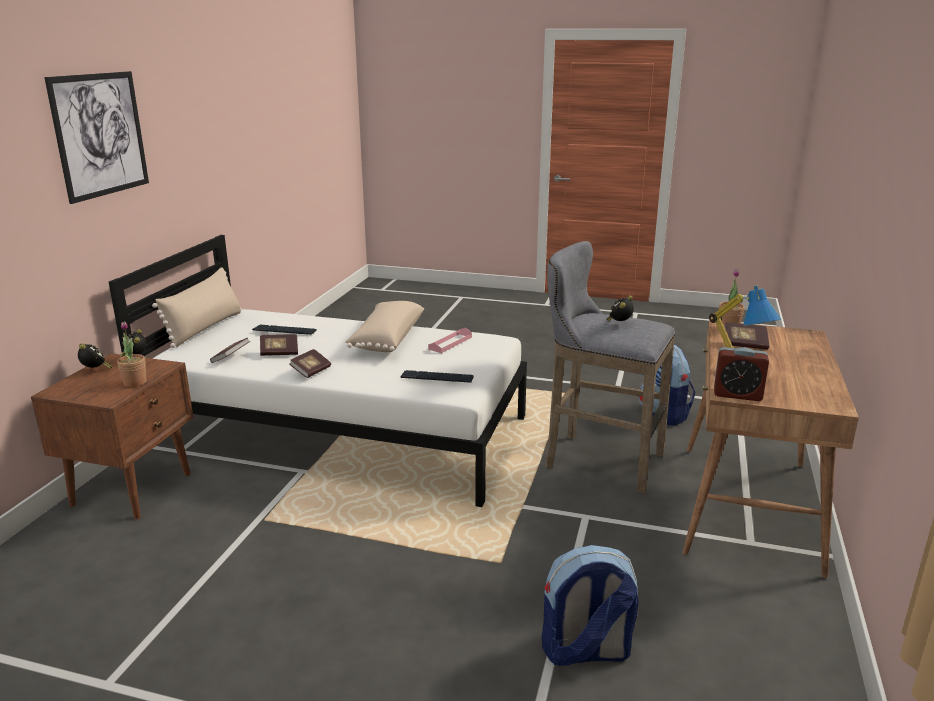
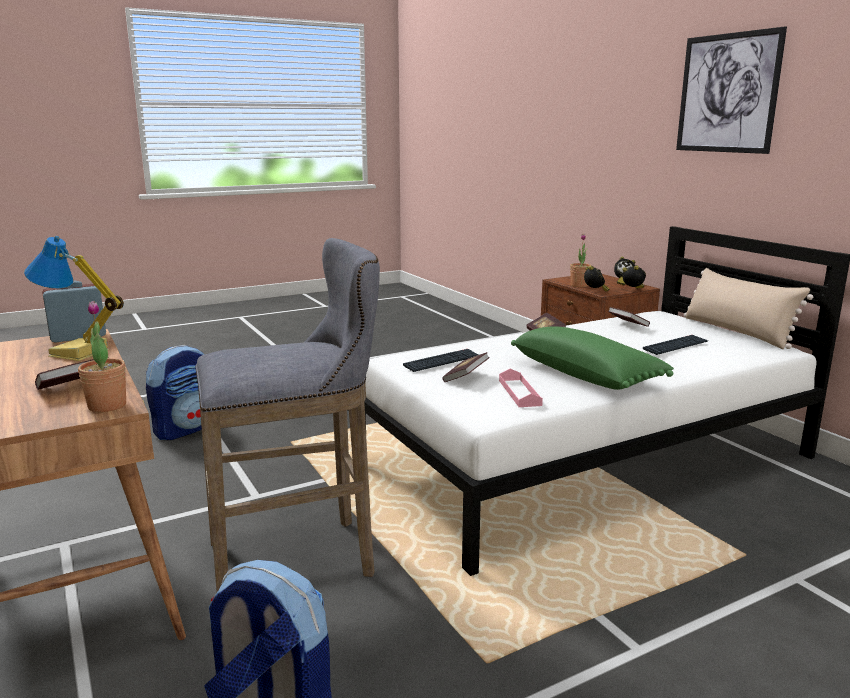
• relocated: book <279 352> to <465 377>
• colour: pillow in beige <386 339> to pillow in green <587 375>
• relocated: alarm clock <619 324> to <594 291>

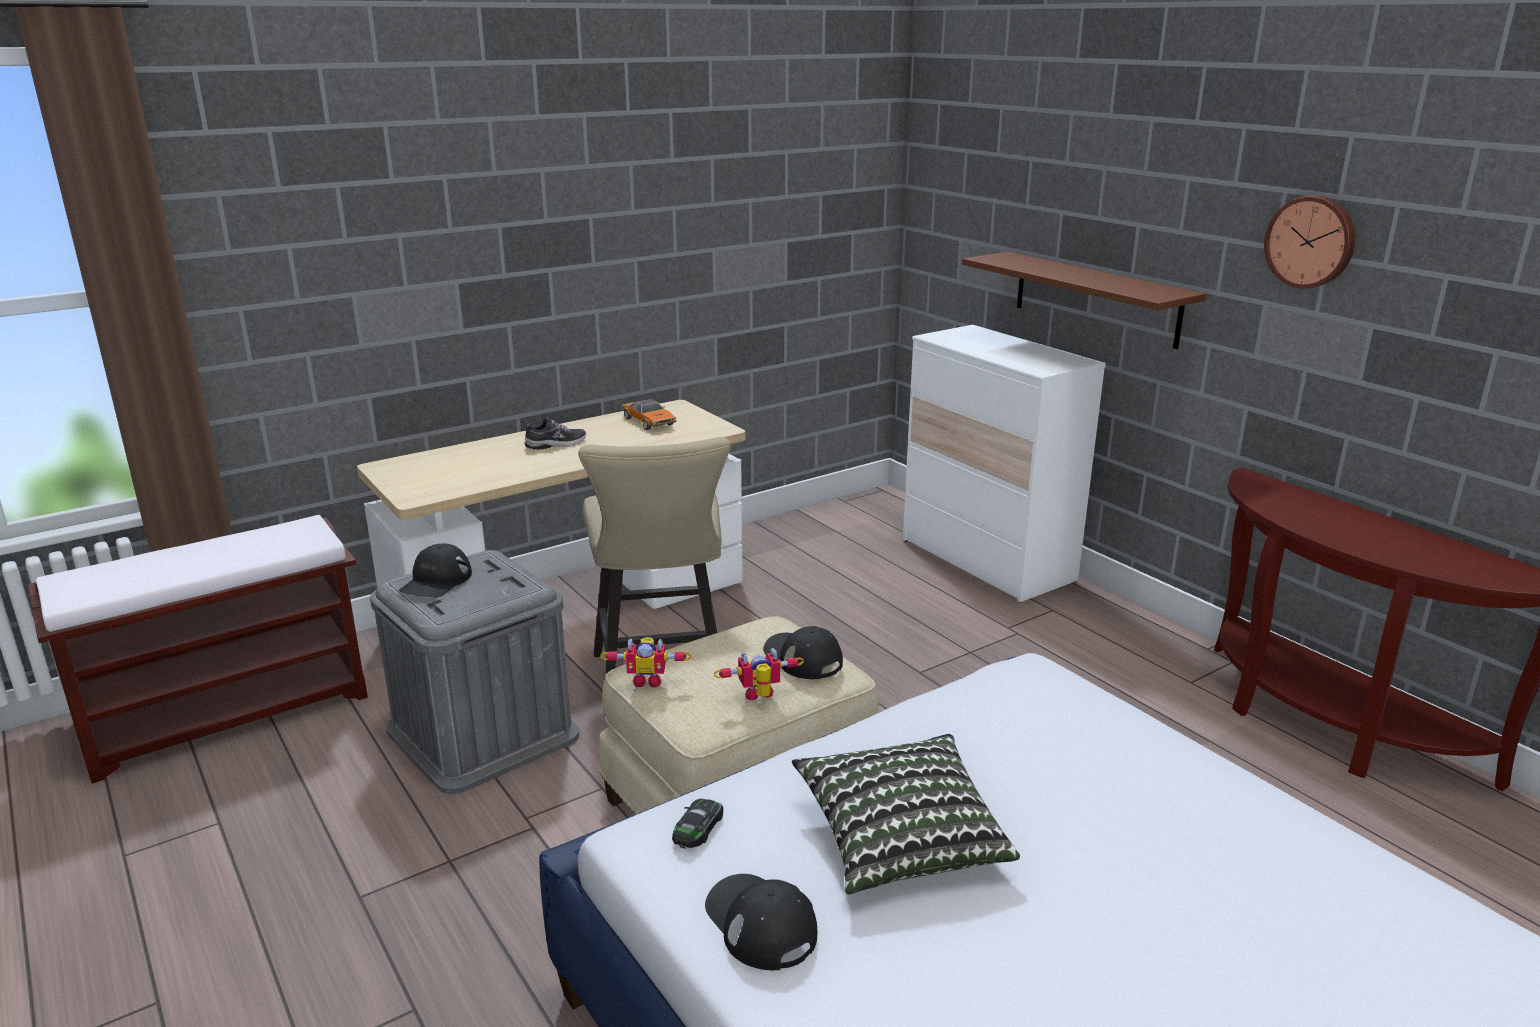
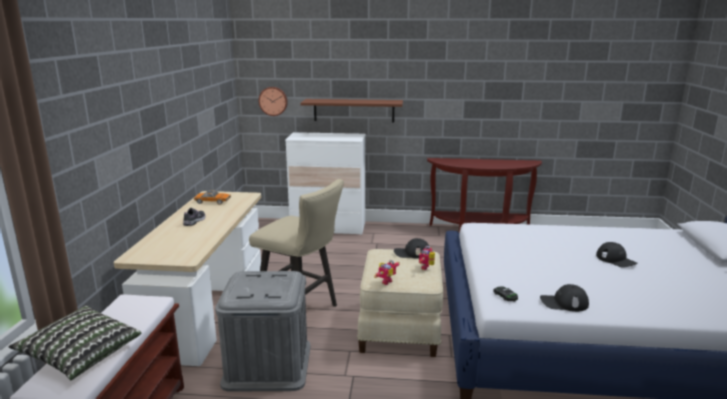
• relocated: cap in black <436 581> to <616 260>
• relocated: pillow <900 838> to <81 355>
• relocated: wall clock <1311 241> to <273 101>

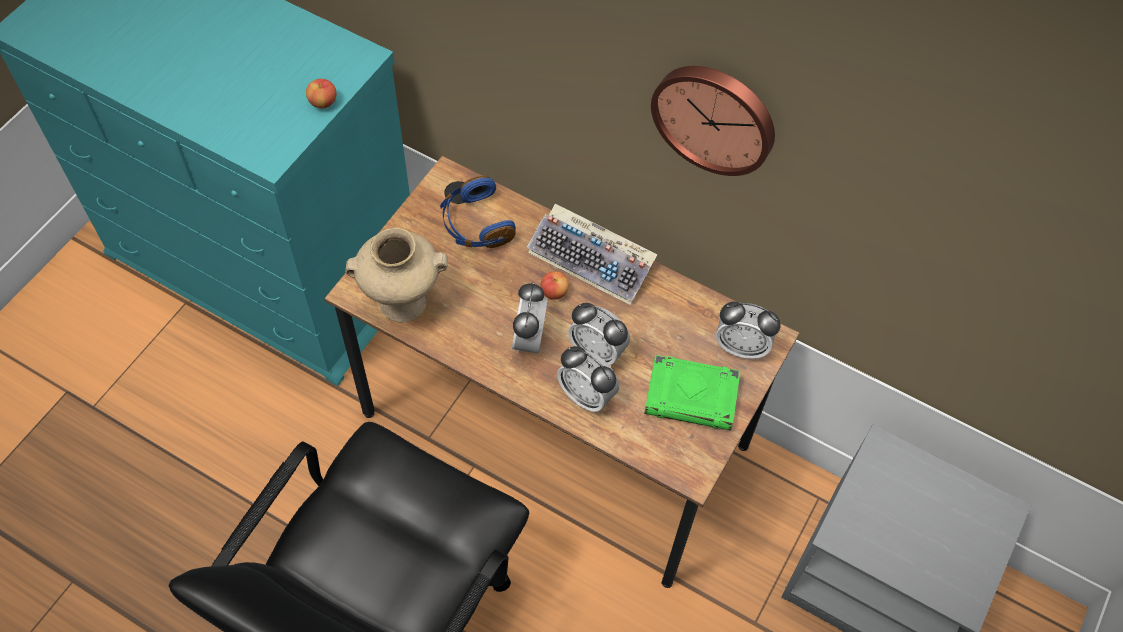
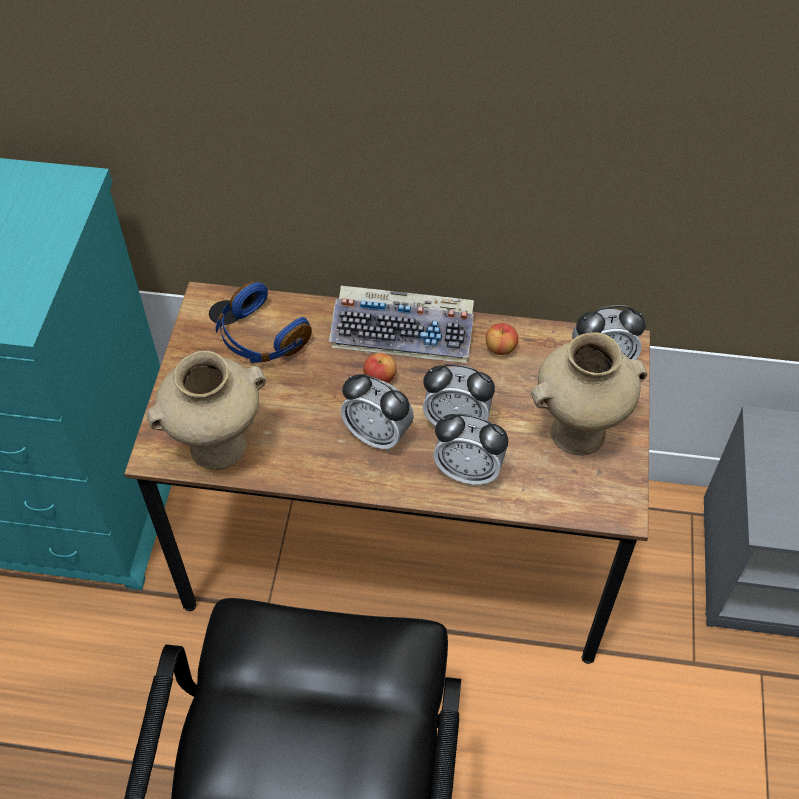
• relocated: apple <323 102> to <500 348>
• spun: alarm clock <529 339> = <377 435> 45 degrees counterclockwise
• exchanged: book in green <692 396> to vase in beige <578 431>
• missing: wall clock <715 117>

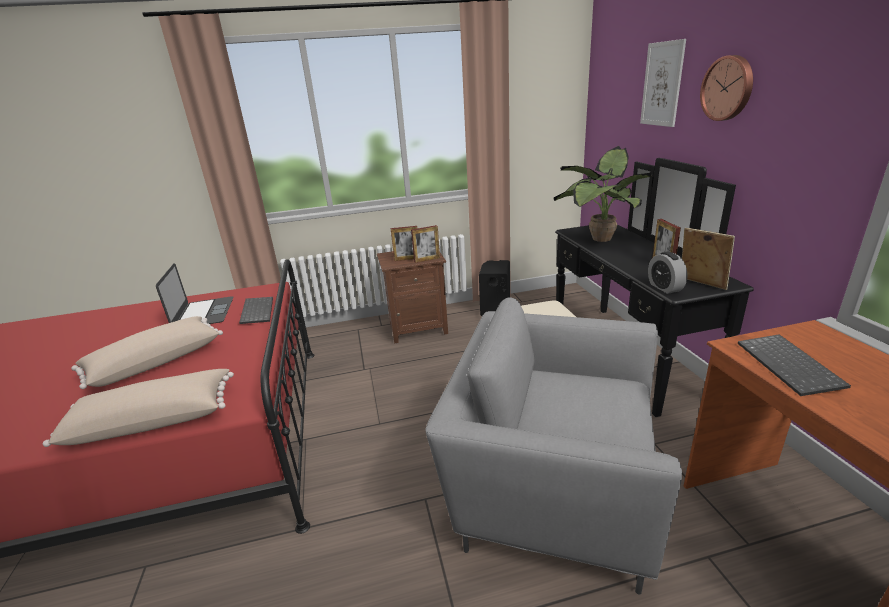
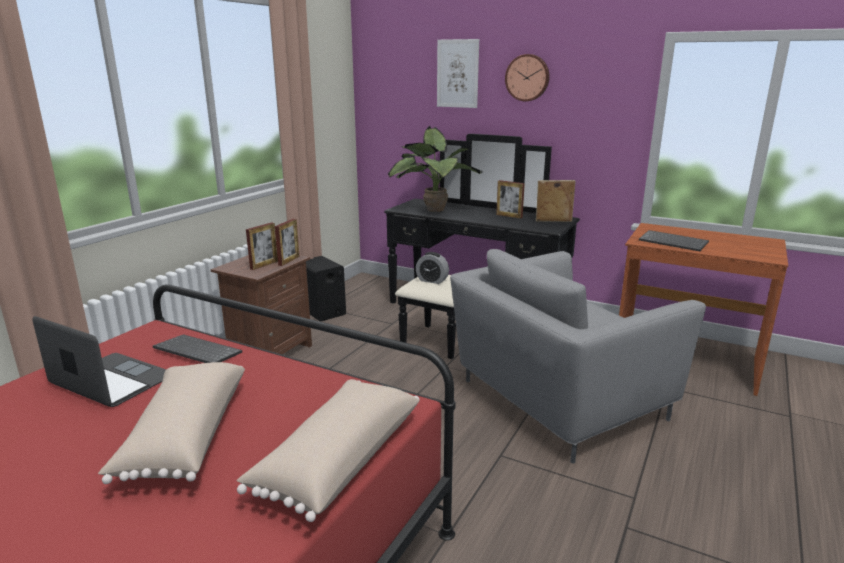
• relocated: alarm clock <664 287> to <432 280>

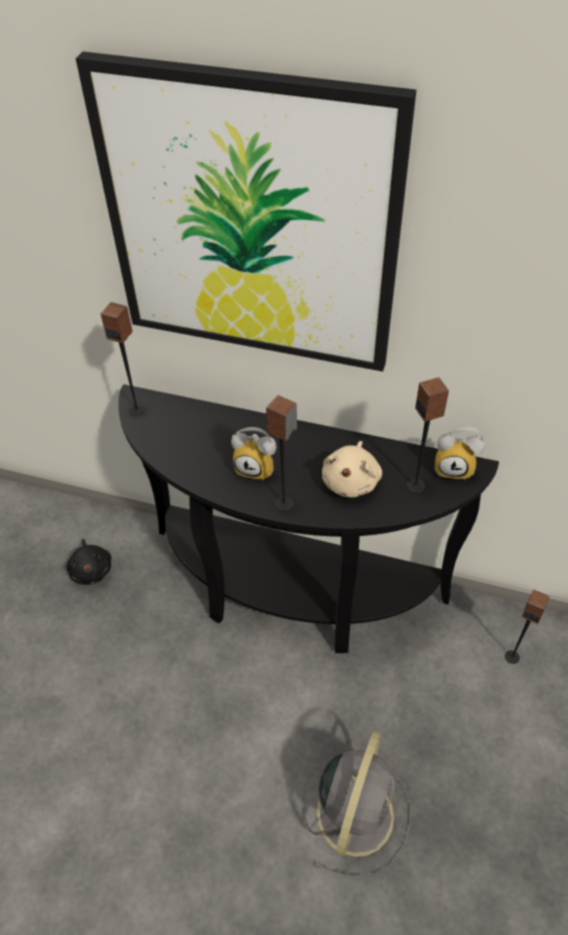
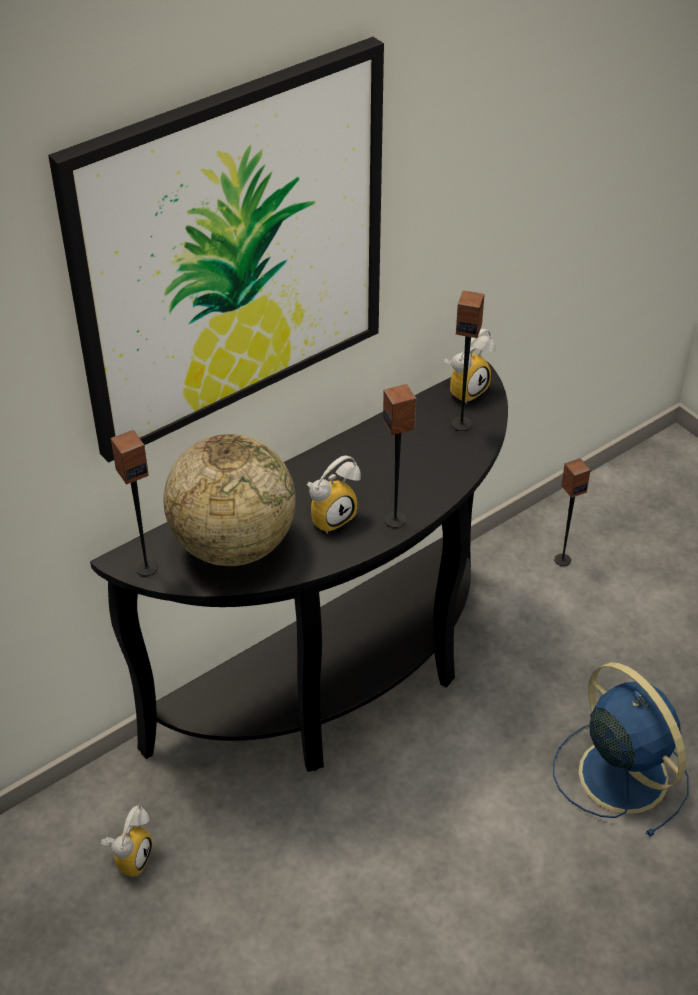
• exchanged: plush toy in black <92 569> to alarm clock <129 856>
• colour: fan in grey <356 811> to fan in blue <620 772>
• missing: plush toy in beige <351 481>
• appeared: globe <233 545>

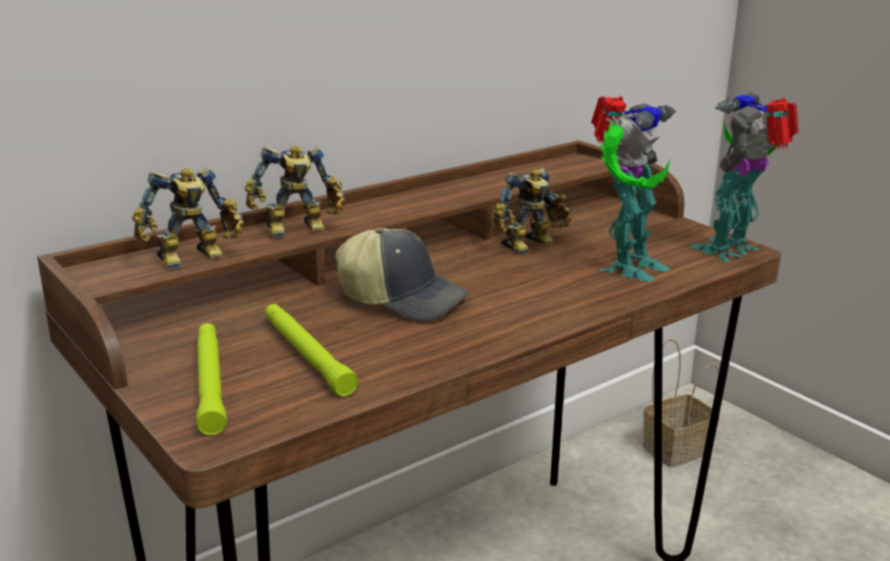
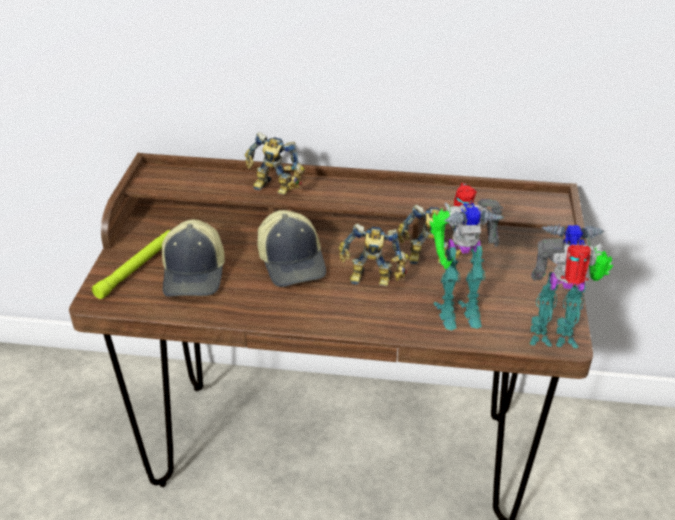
• relocated: toy robot <194 258> to <372 280>
• exchanged: flashlight in green <305 354> to cap <195 273>
• missing: basket <675 450>

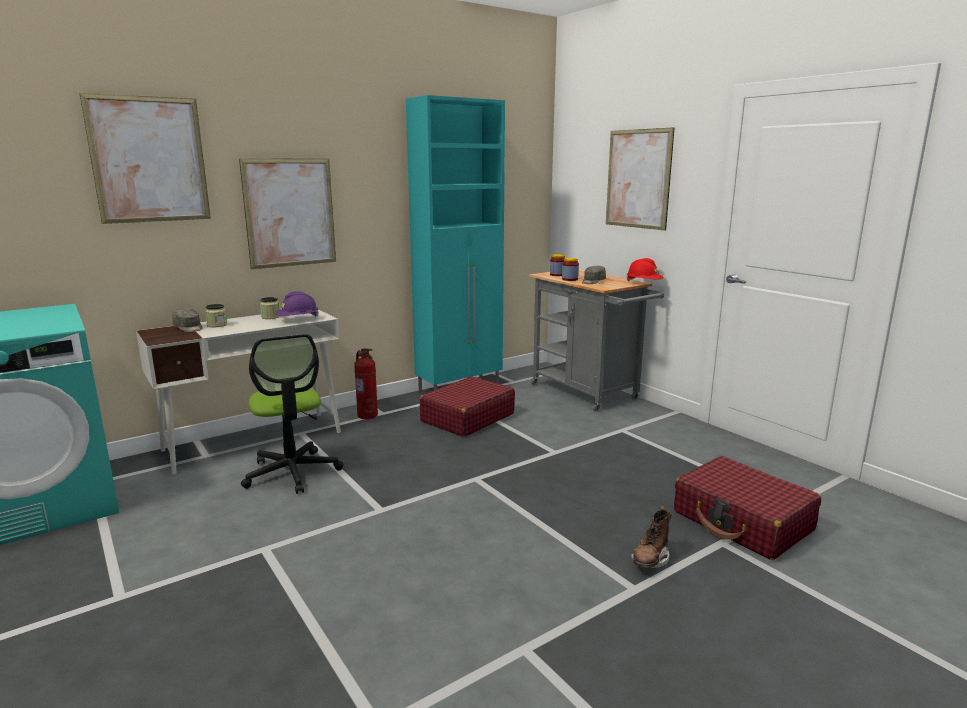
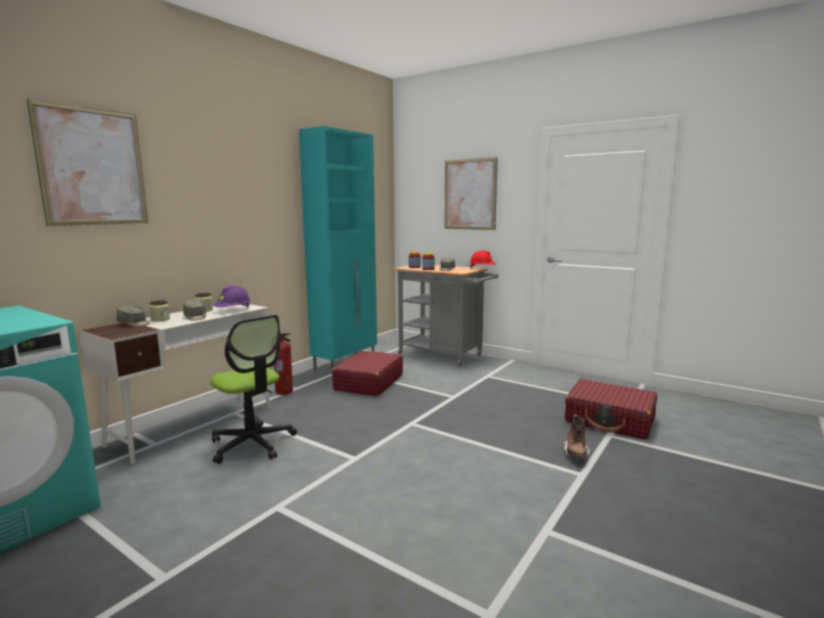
• missing: picture <290 213>
• appeared: cap in grey <195 317>

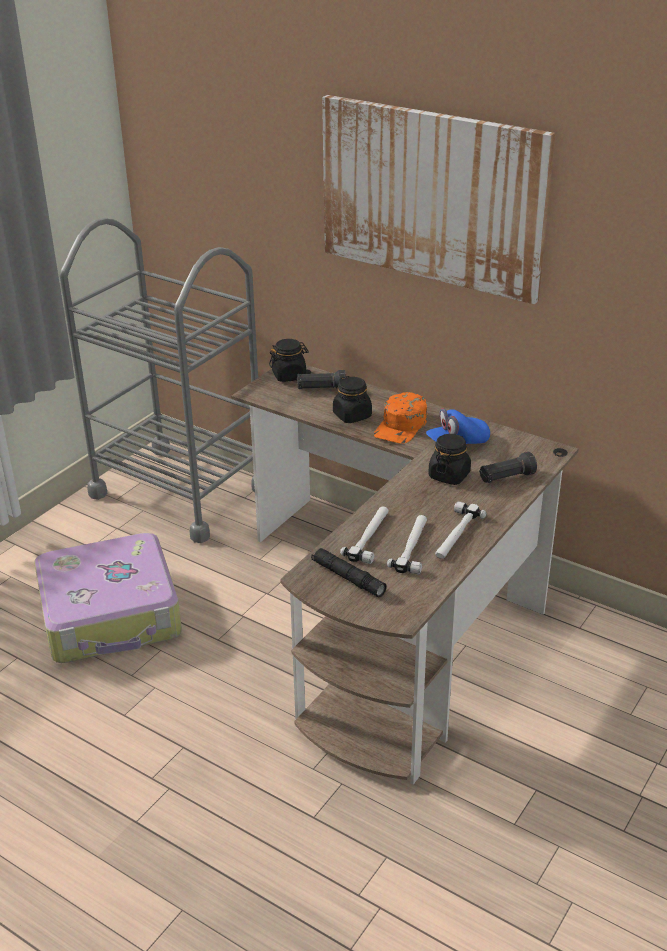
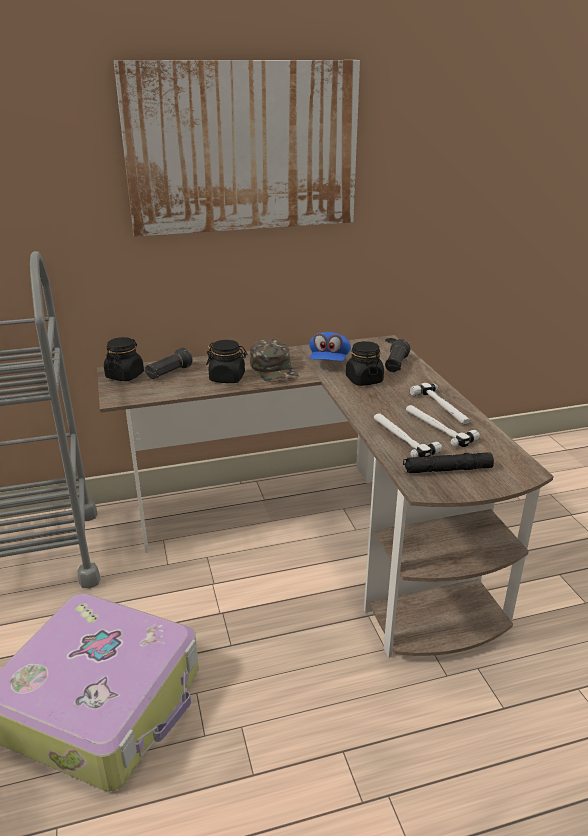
• colour: cap in orange <401 426> to cap in green <274 369>

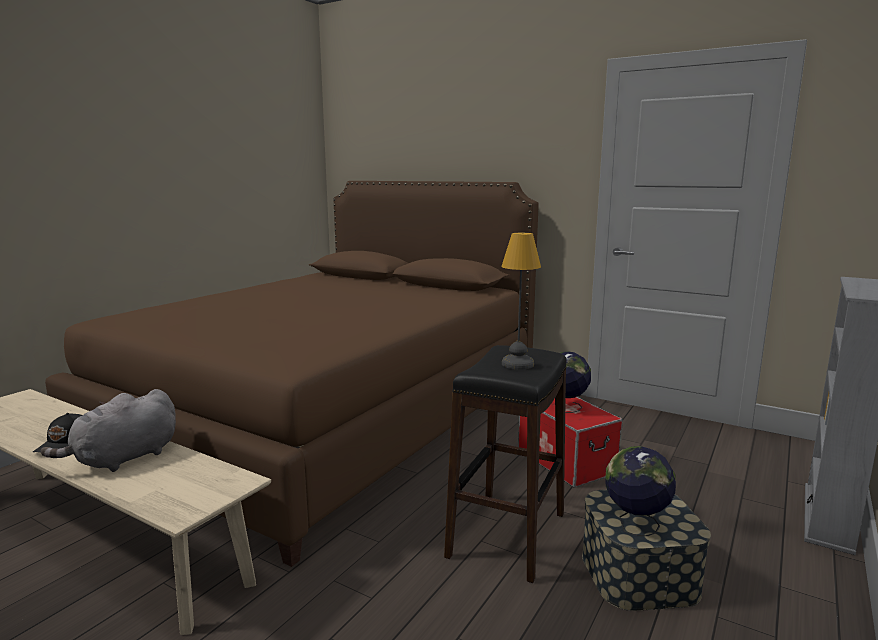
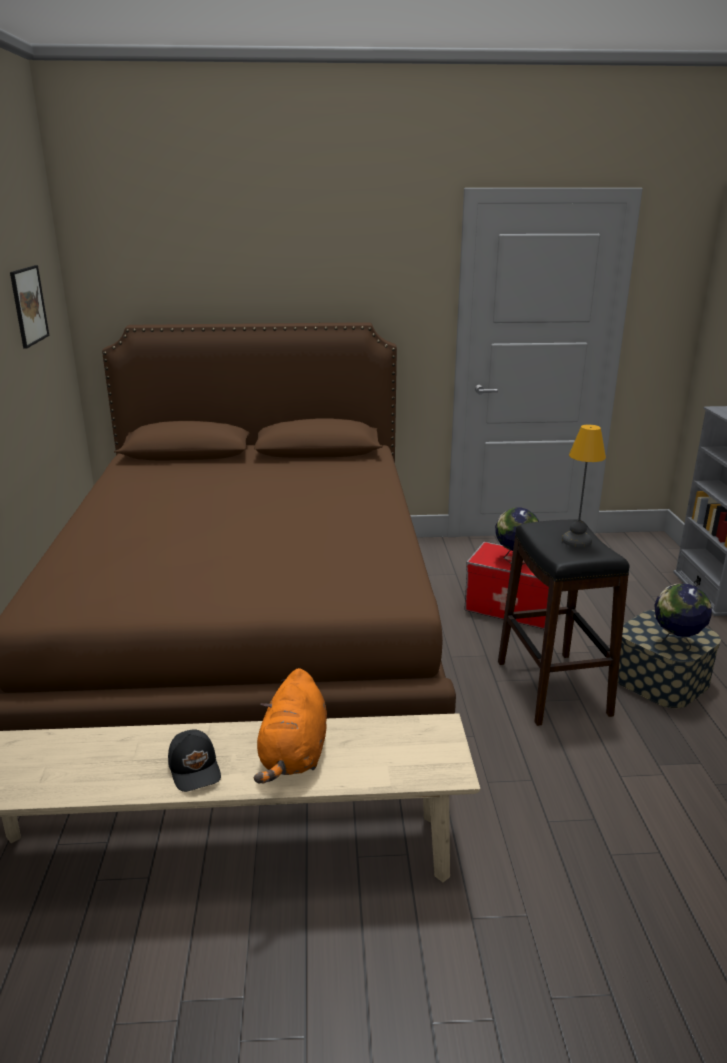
• colour: plush toy in grey <123 459> to plush toy in orange <294 755>
• appeared: picture <29 305>

